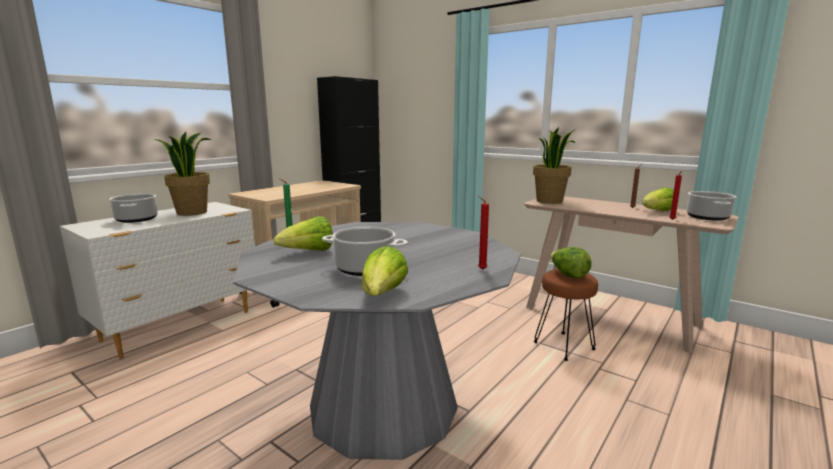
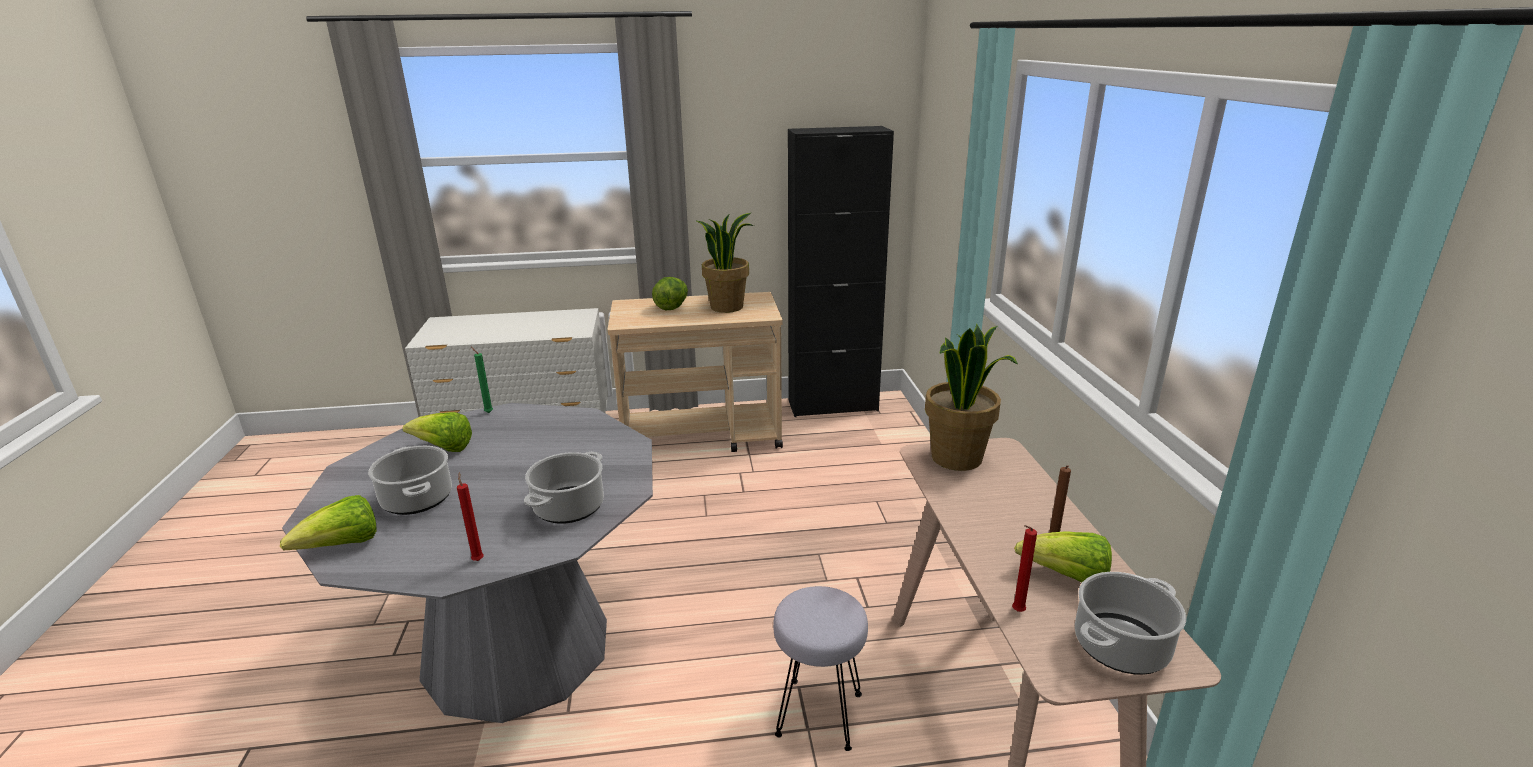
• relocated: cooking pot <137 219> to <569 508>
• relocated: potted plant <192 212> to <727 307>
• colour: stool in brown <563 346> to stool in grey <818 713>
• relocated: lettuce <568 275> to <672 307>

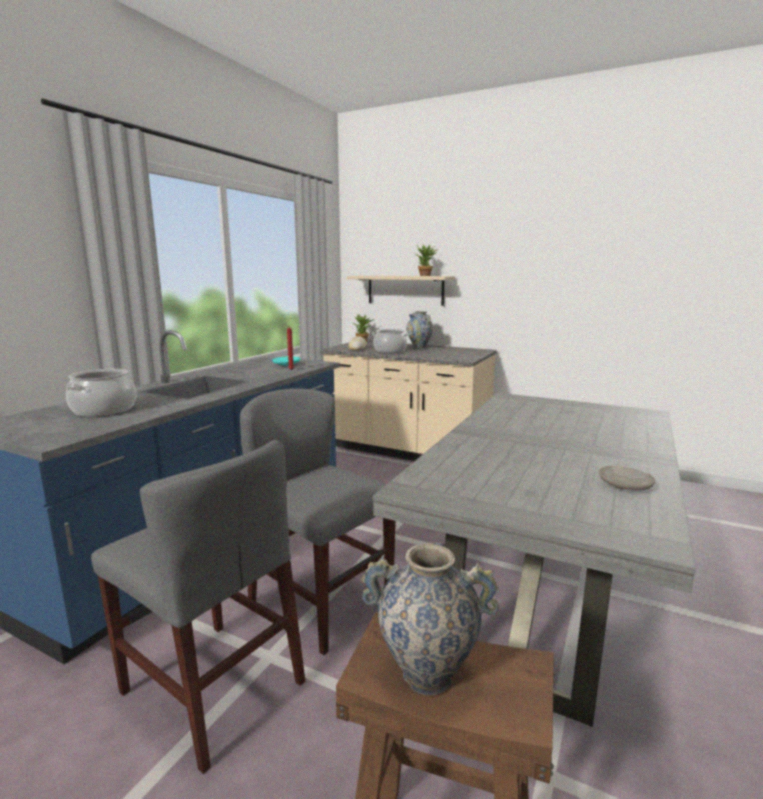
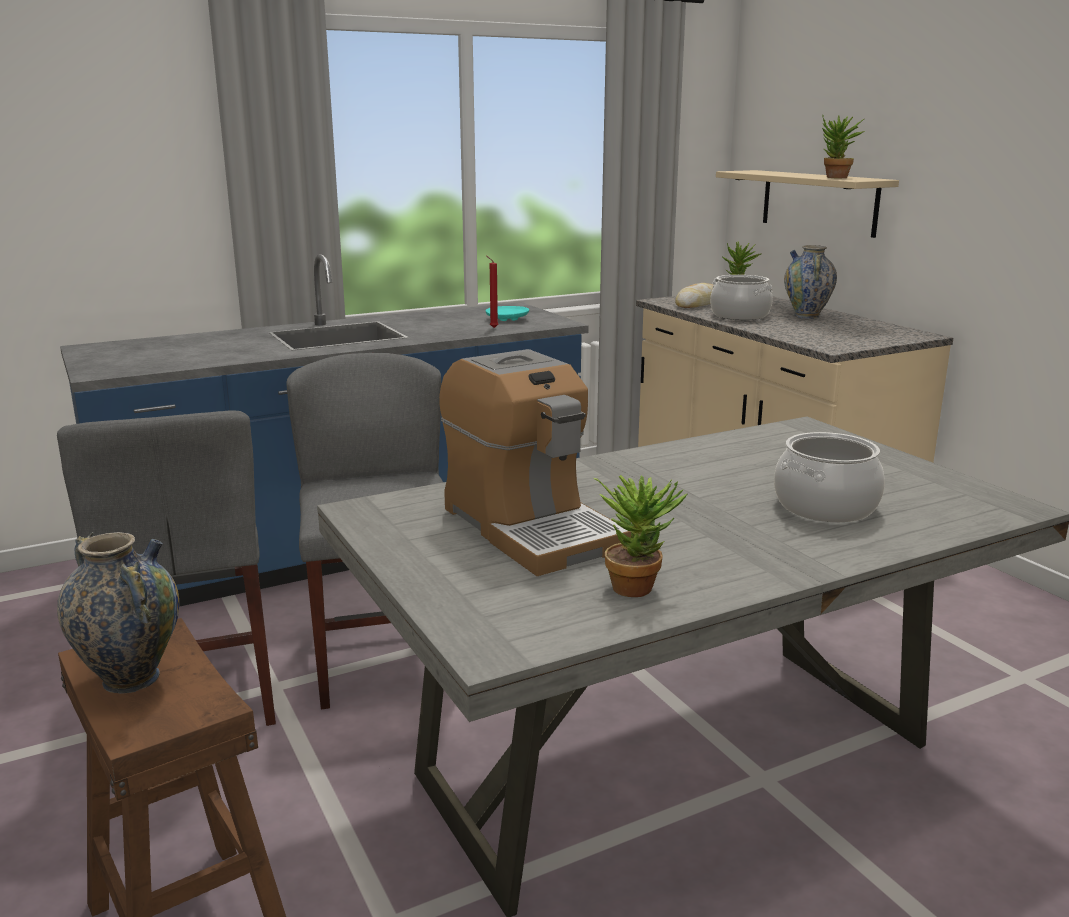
• relocated: cooking pot <104 410> to <826 507>
• exchanged: plate in beige <625 485> to potted plant <638 585>
• appeared: coffee machine <530 527>

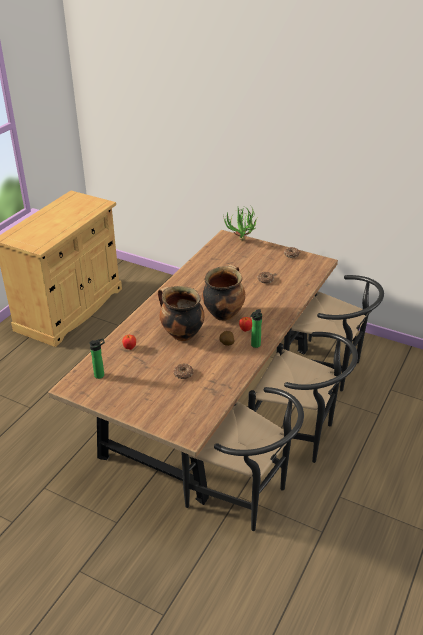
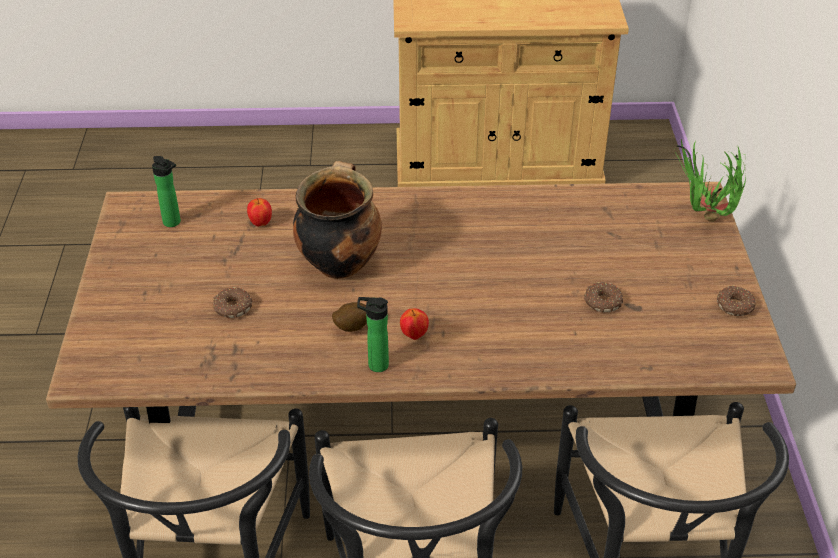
• missing: cooking pot <223 313>

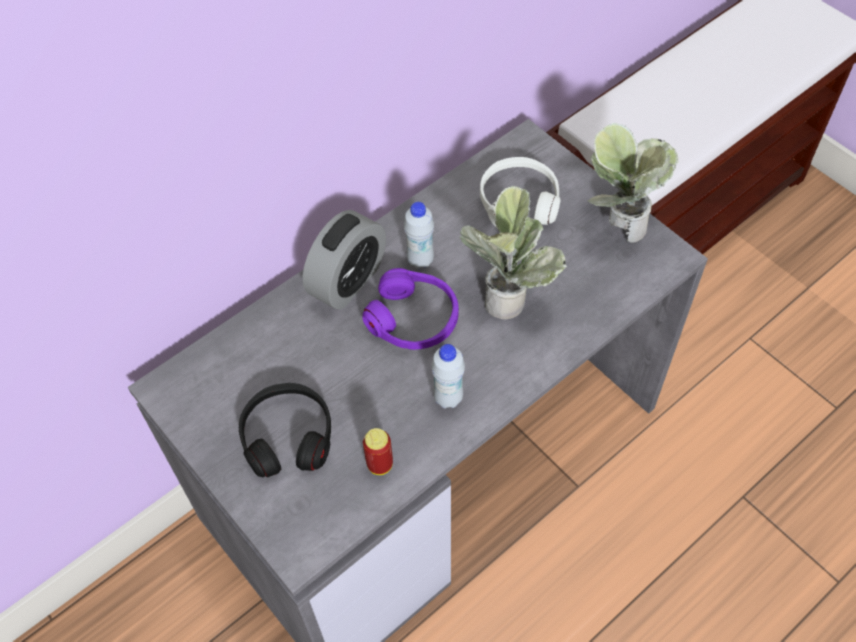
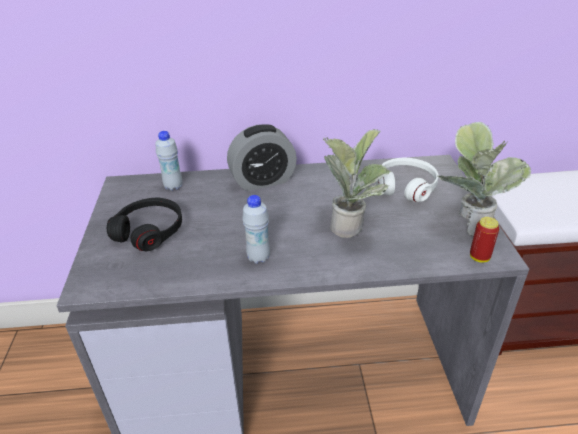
• missing: headphones in purple <413 319>
• relocated: can <379 464> to <479 257>
• relocated: bottle in white <420 260> to <173 186>

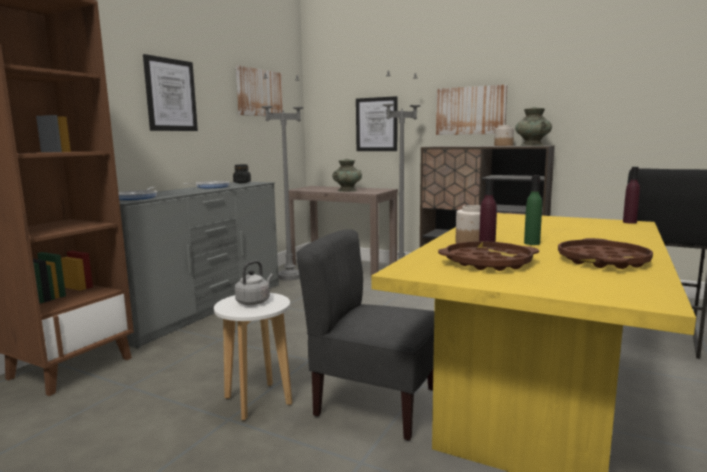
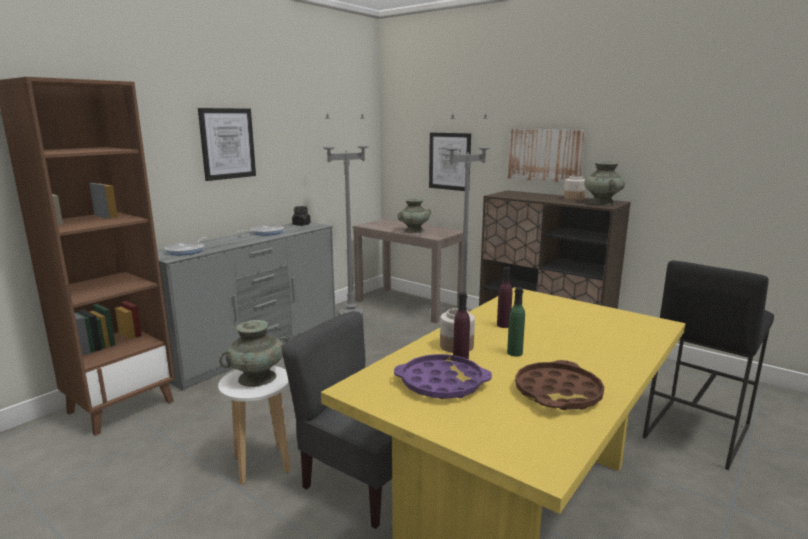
• exchanged: kettle in grey <254 301> to vase in turquoise <257 378>
• missing: picture <259 93>
• colour: tray in brown <487 262> to tray in purple <442 383>
• relocated: bottle in purple <629 222> to <503 325>

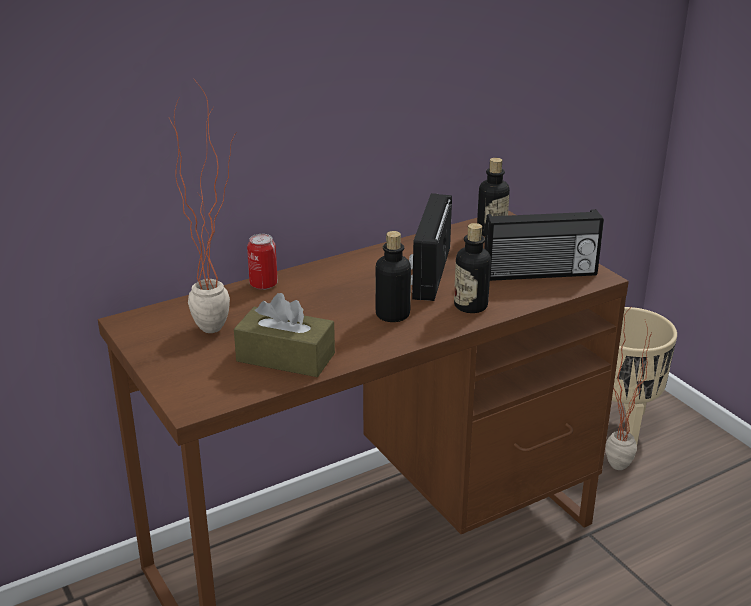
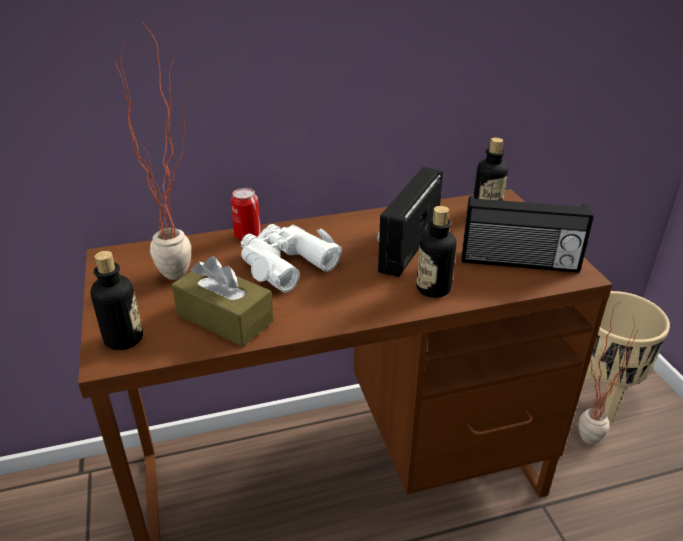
• relocated: bottle <392 314> to <124 339>
• appeared: binoculars in white <285 263>

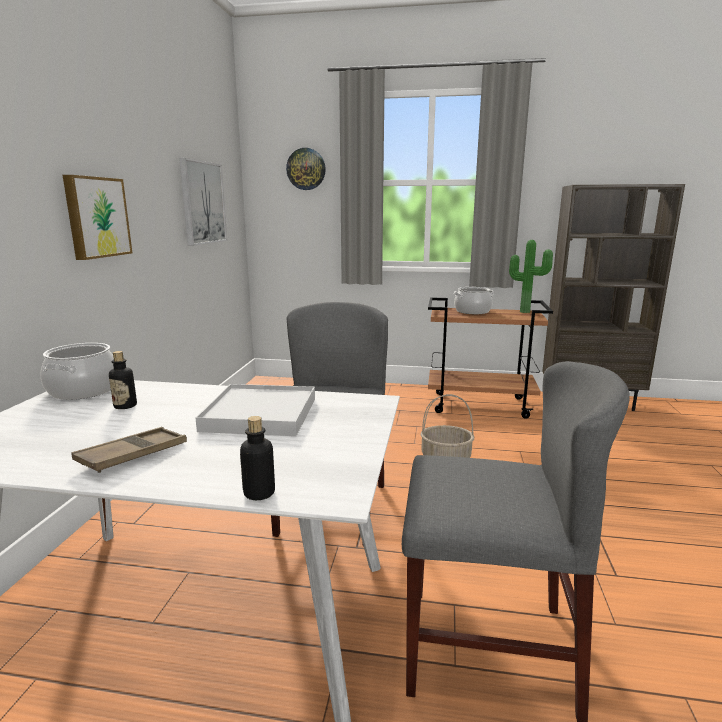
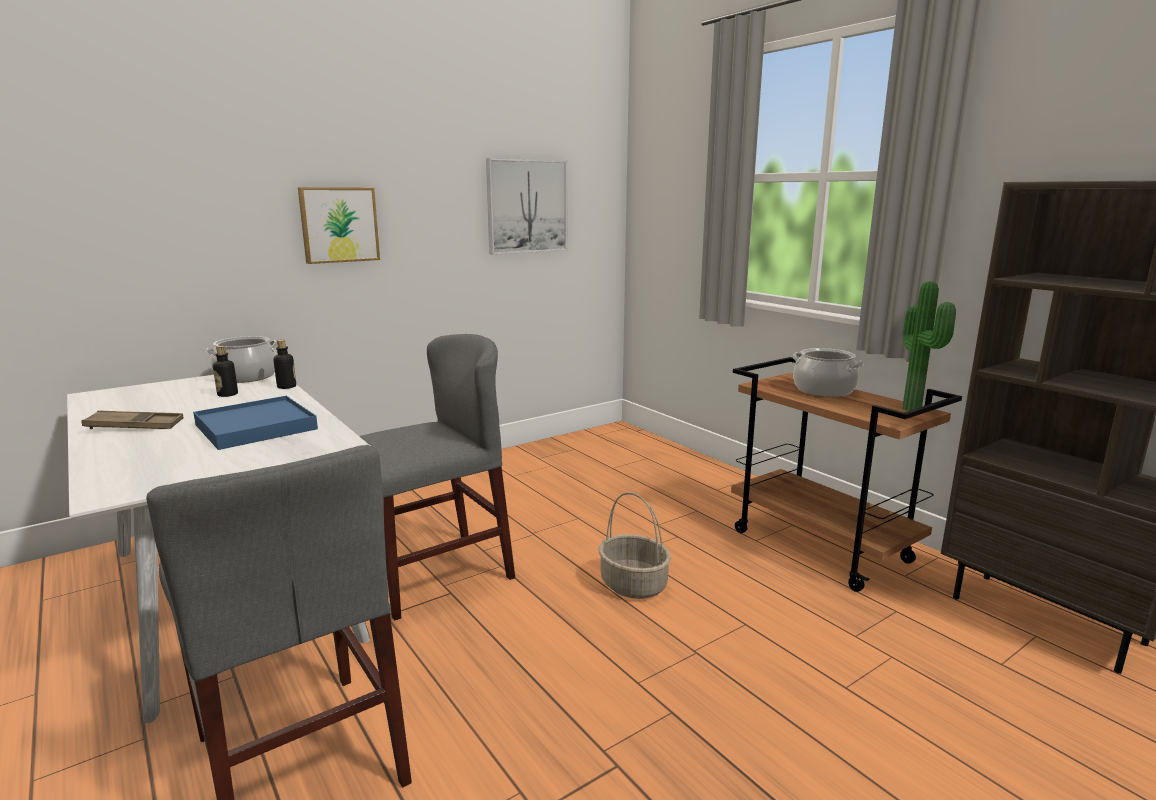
• colour: tray in white <260 414> to tray in blue <255 427>
• relocated: bottle <259 493> to <286 387>
• missing: wall clock <306 169>

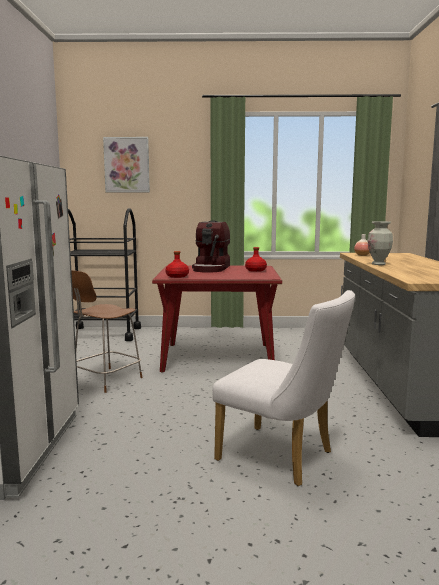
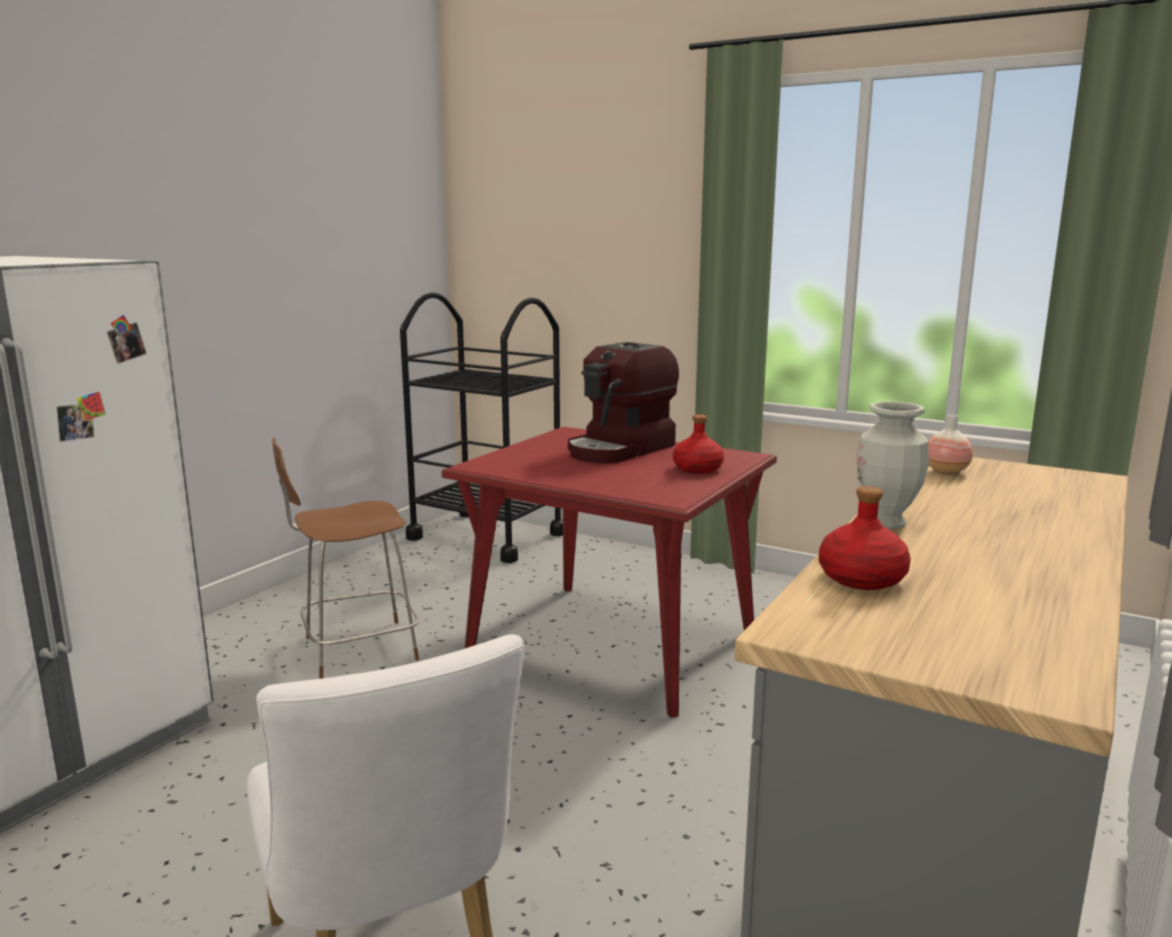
• missing: picture <127 165>
• relocated: bottle in red <177 276> to <863 579>

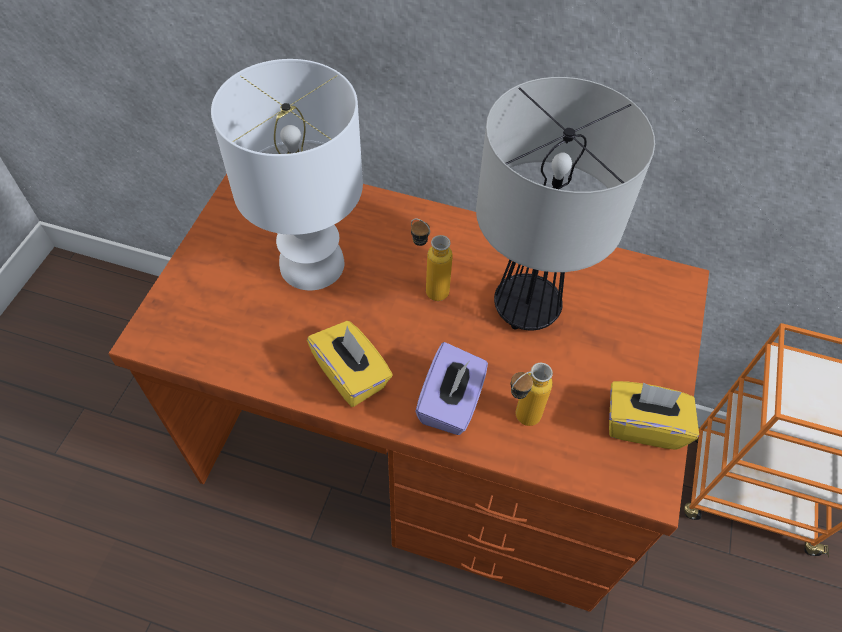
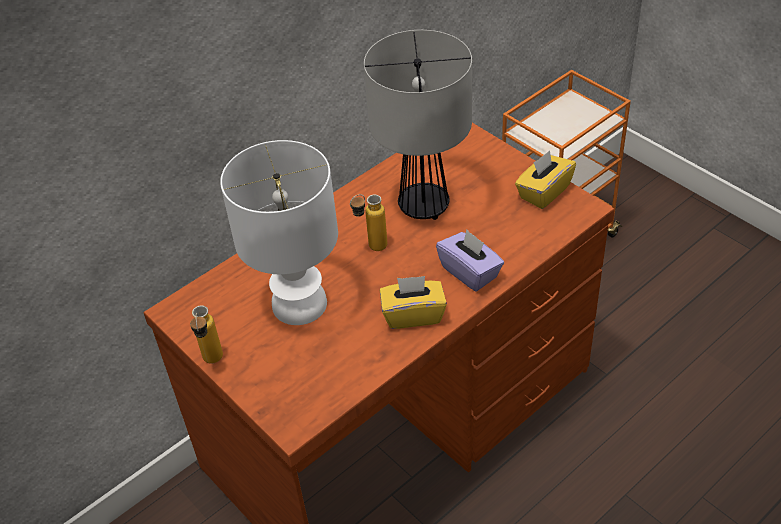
• relocated: bottle <519 421> to <212 363>

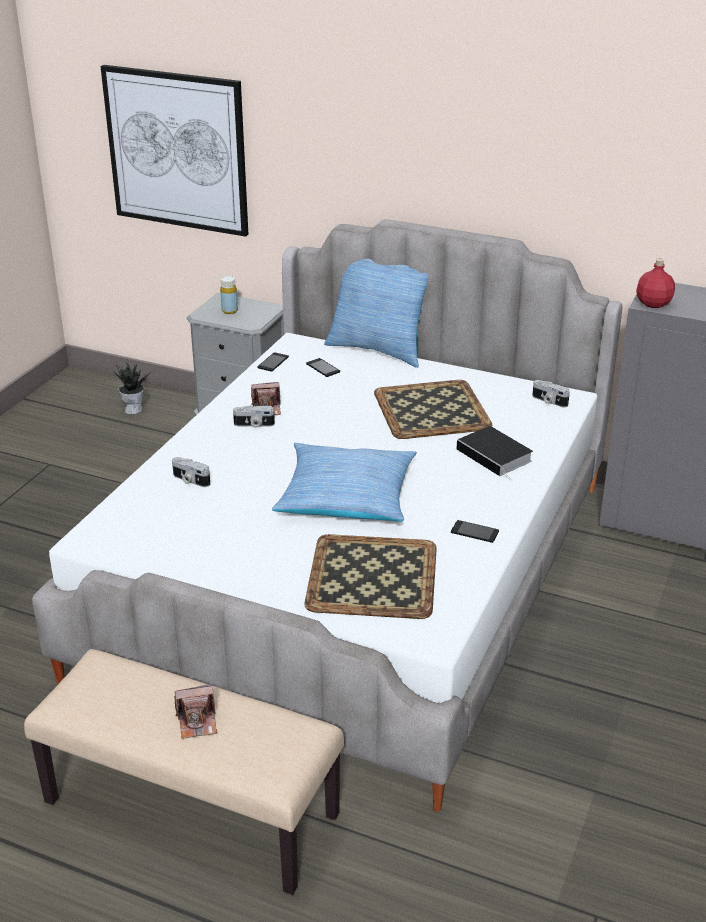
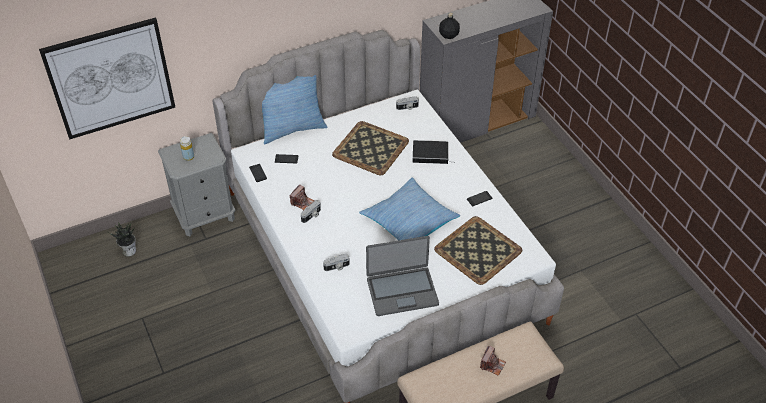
• colour: bottle in red <653 303> to bottle in black <448 35>
• appeared: laptop <402 291>

